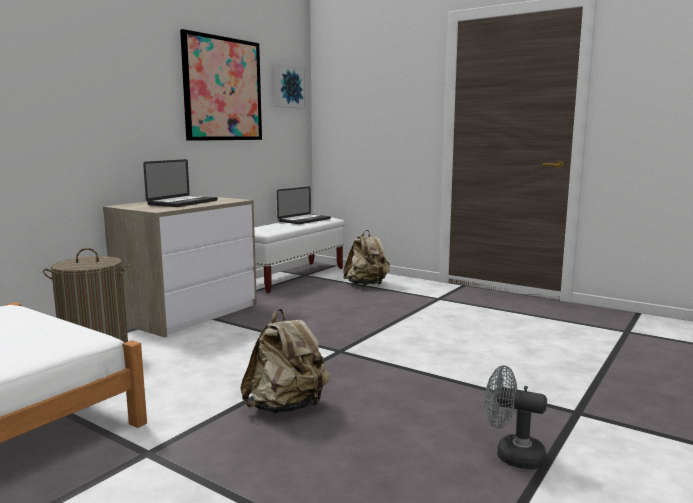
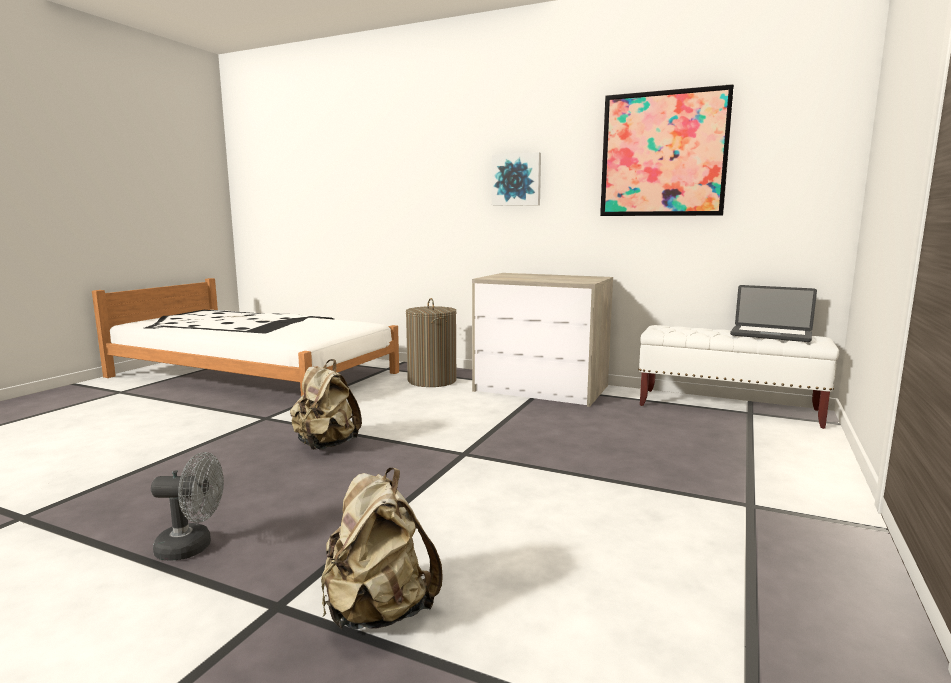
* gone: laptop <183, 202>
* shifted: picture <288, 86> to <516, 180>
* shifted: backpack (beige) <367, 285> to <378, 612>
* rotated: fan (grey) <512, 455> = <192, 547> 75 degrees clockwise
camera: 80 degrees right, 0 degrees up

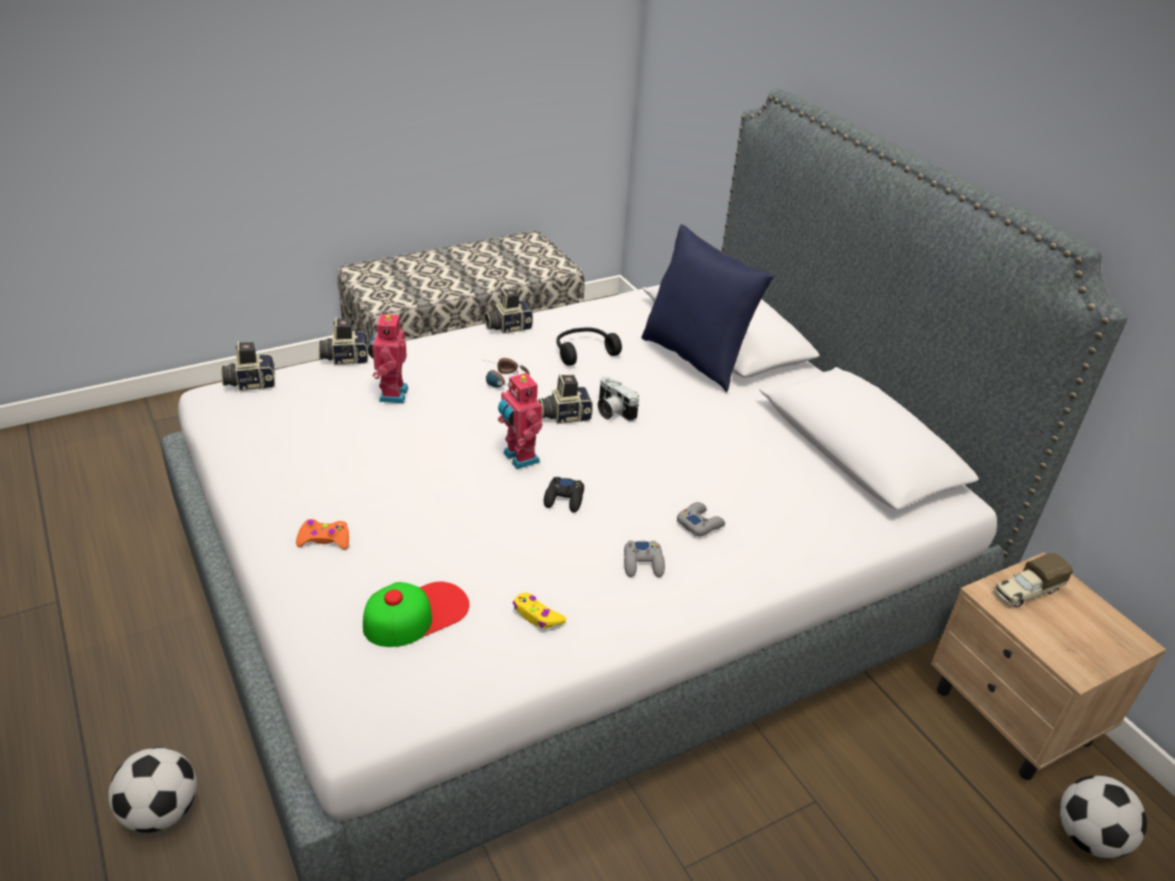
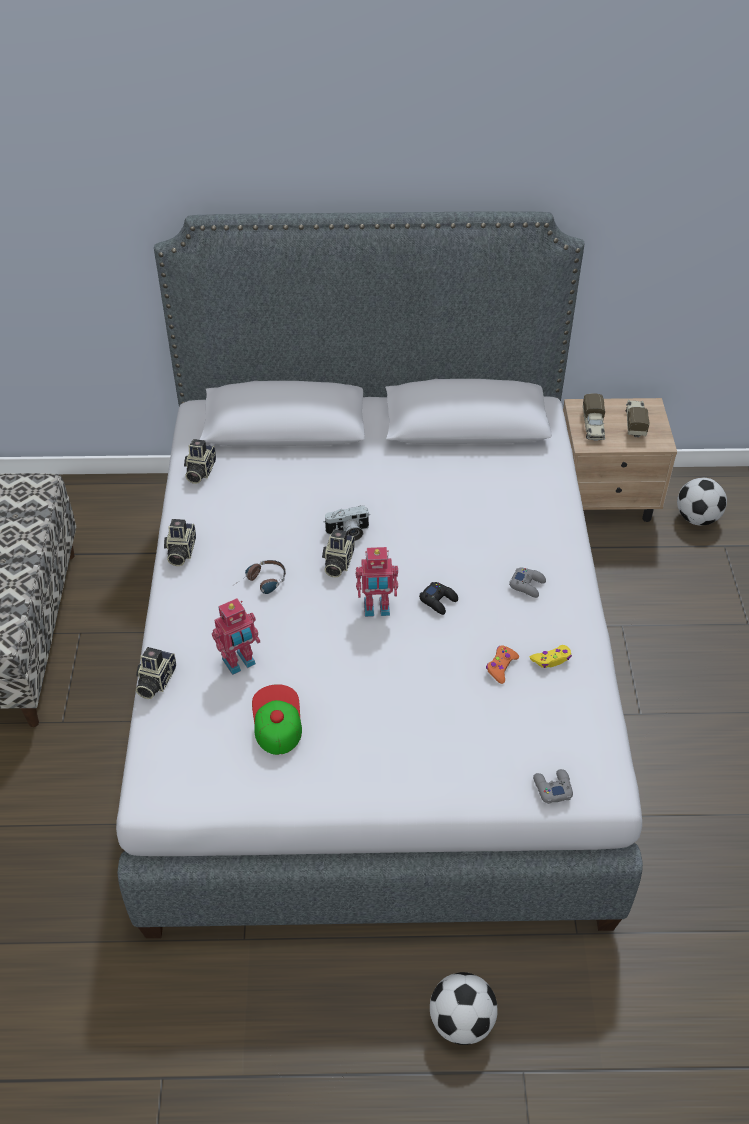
* gone: headphones (black) <584, 352>
* gone: pillow (blue) <695, 358>
* new: toy truck <635, 423>
* shifted: photo camera <250, 383> to <199, 471>
* shifted: game controller (orange) <324, 539> to <501, 667>
* shifted: cap <416, 614> to <276, 719>
* shifted: game controller (grey) <700, 523> to <552, 788>
* rotated: toy robot <391, 394> = <240, 663> 60 degrees counterclockwise
camera: 60 degrees left, 10 degrees up

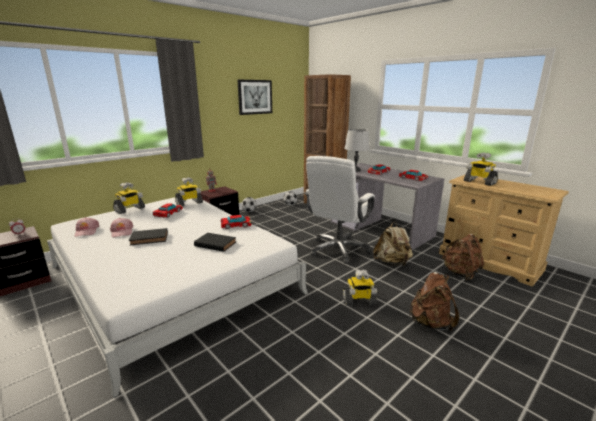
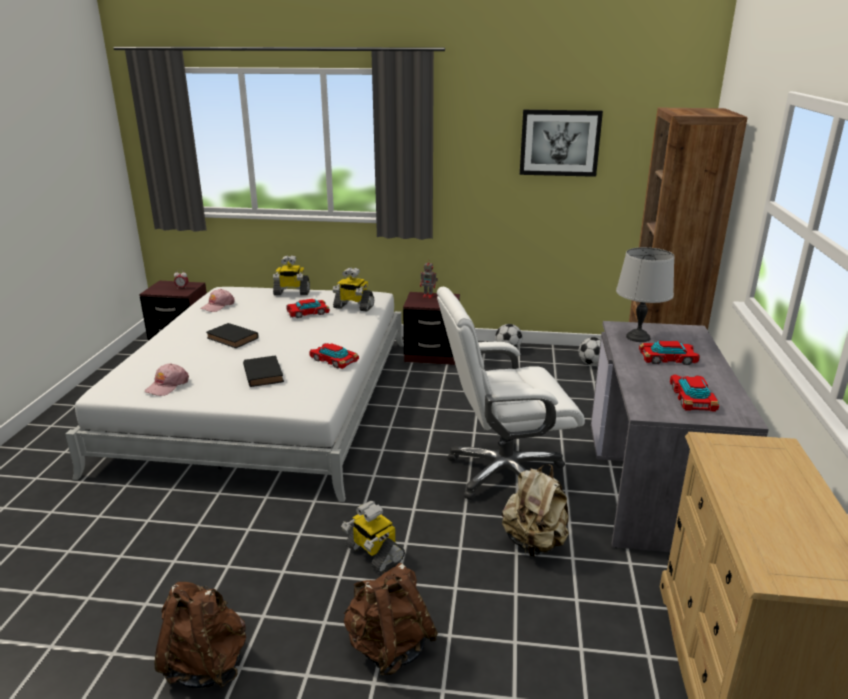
* gone: toy robot <479, 182>
* shifted: cap (pink) <122, 231> to <167, 385>
* shifted: backpack (brown) <460, 274> to <206, 664>
camera: 50 degrees right, 5 degrees up

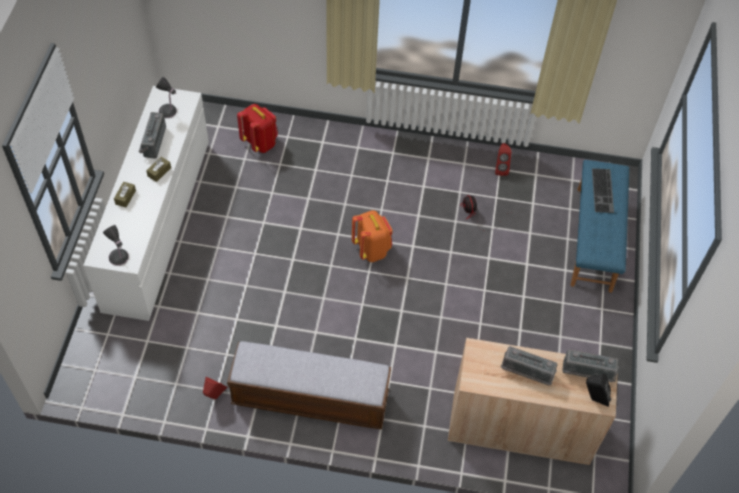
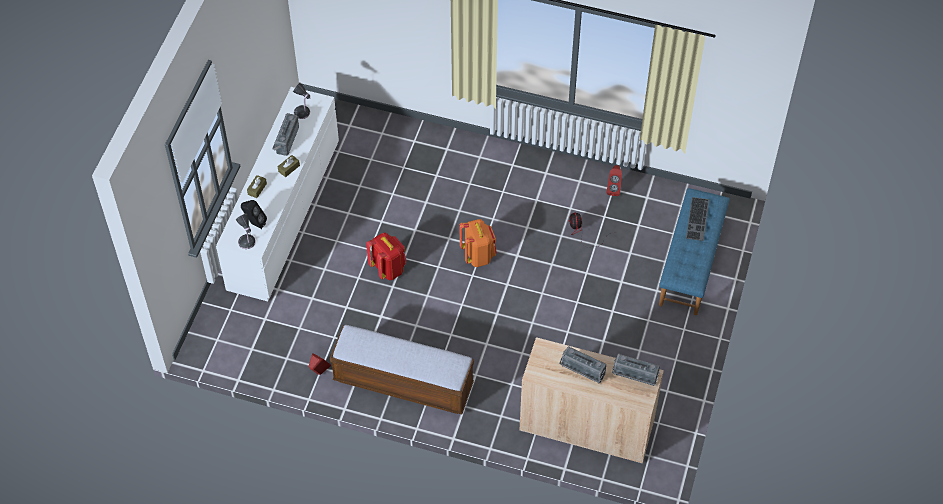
* shifted: backpack (red) <260, 142> to <388, 268>
* shifted: speaker (black) <594, 398> to <254, 223>
camera: 10 degrees right, 0 degrees up

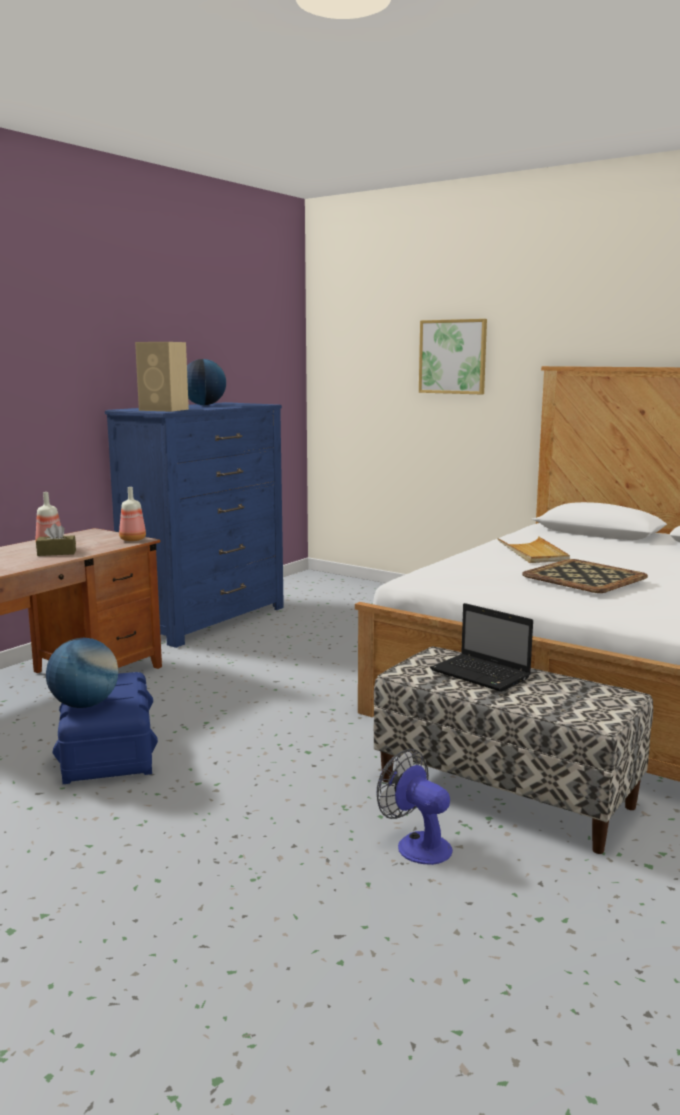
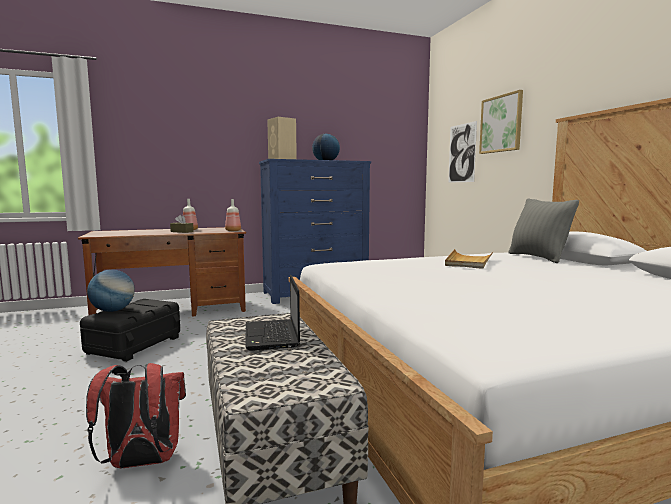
* gone: tray <584, 576>
* new: picture <462, 153>
* new: pillow (grey) <538, 257>
* swapped: fan <416, 844> to backpack (red) <141, 463>
* repainted: storage box (blue) <107, 753> to storage box (black) <134, 345>
camera: 35 degrees right, 5 degrees down

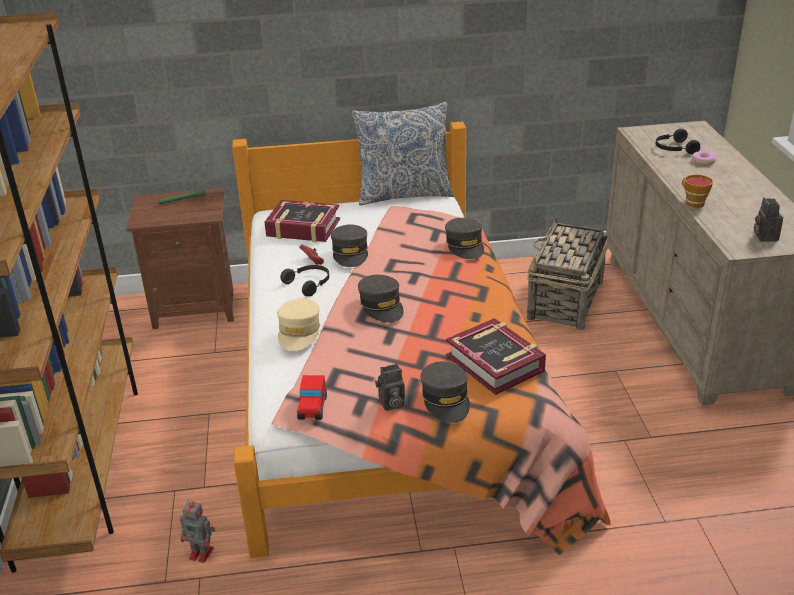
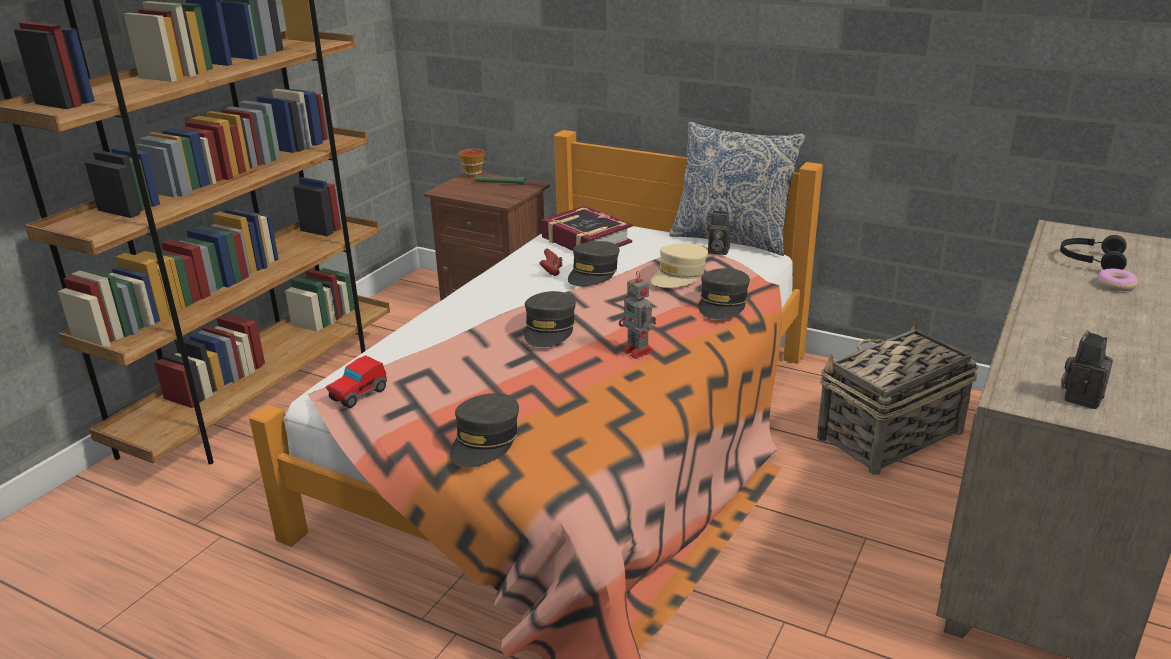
* gone: headphones (black) <309, 284>
* gone: book <495, 363>
* shifted: toy robot <202, 553> to <638, 351>
* shifted: cap (beige) <299, 332> to <679, 275>
* shifted: photo camera <391, 404> to <717, 251>
* shifted: cup <692, 203> to <473, 174>
camera: 35 degrees right, 5 degrees down

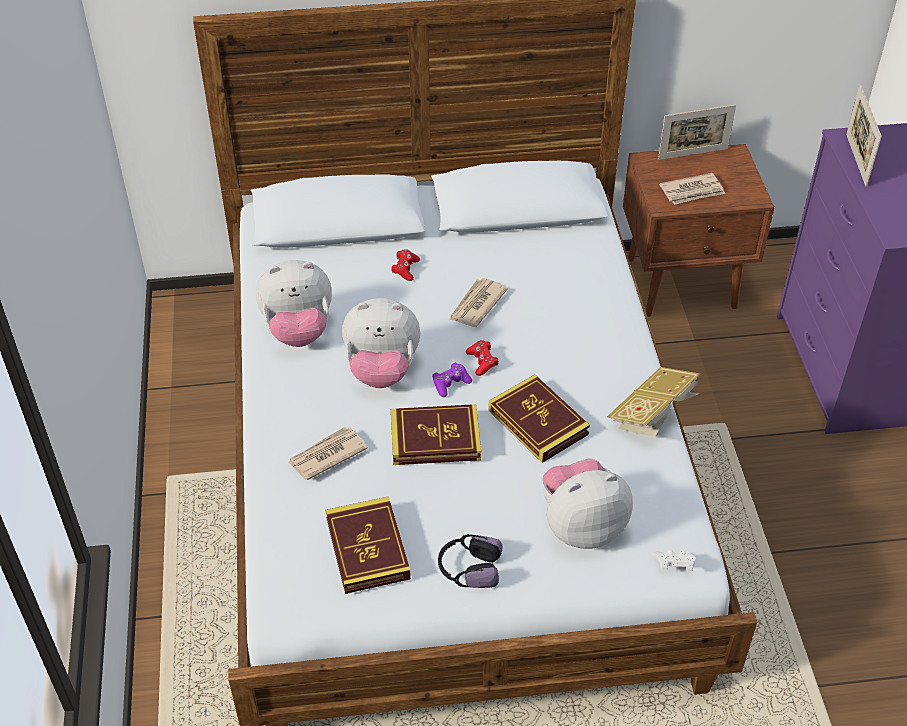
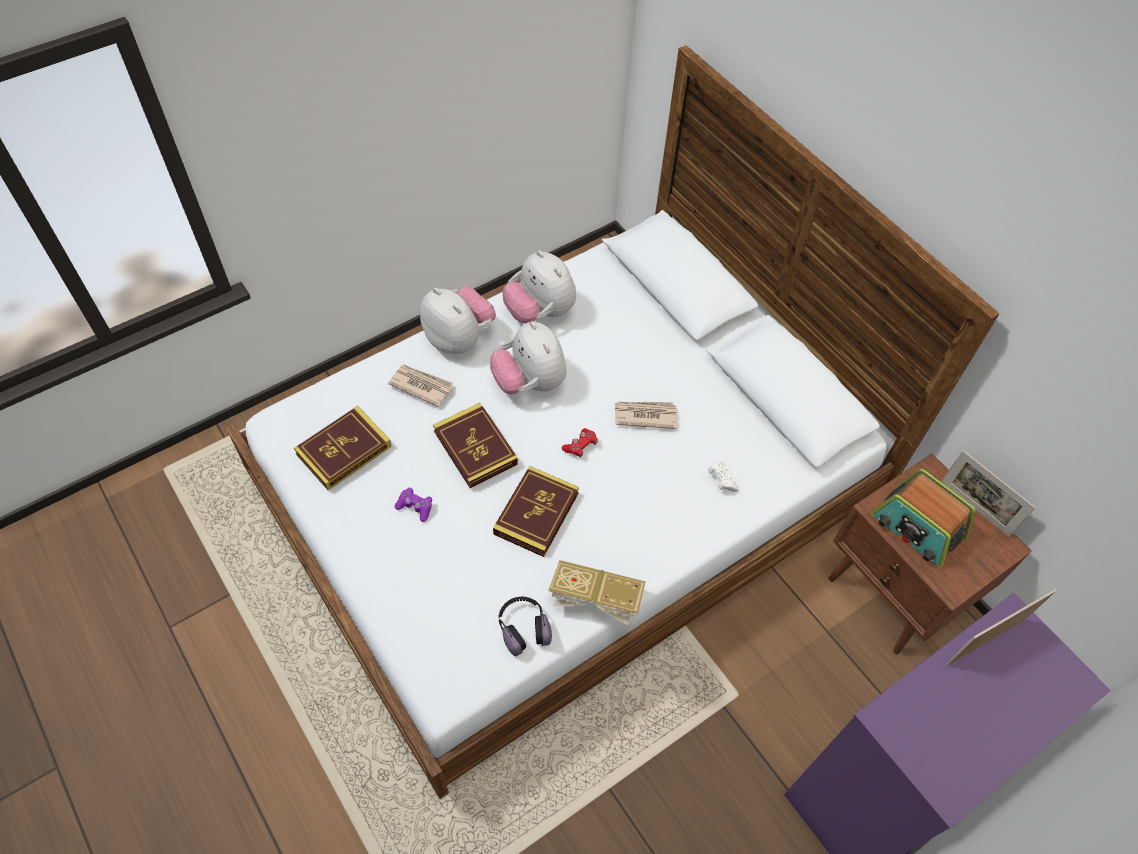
* gone: game controller (red) <405, 269>
* shifted: game controller (purple) <450, 383> to <415, 507>
* shifted: headphones <469, 569> to <523, 628>
* shifted: plush toy <581, 526> to <459, 338>
* shifted: game controller (white) <674, 565> to <721, 480>
* swapped: newspaper <692, 191> to radio <917, 527>
camera: 60 degrees right, 10 degrees up

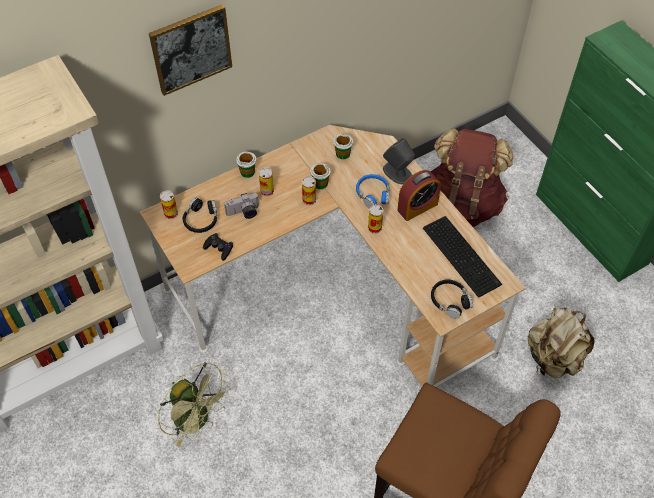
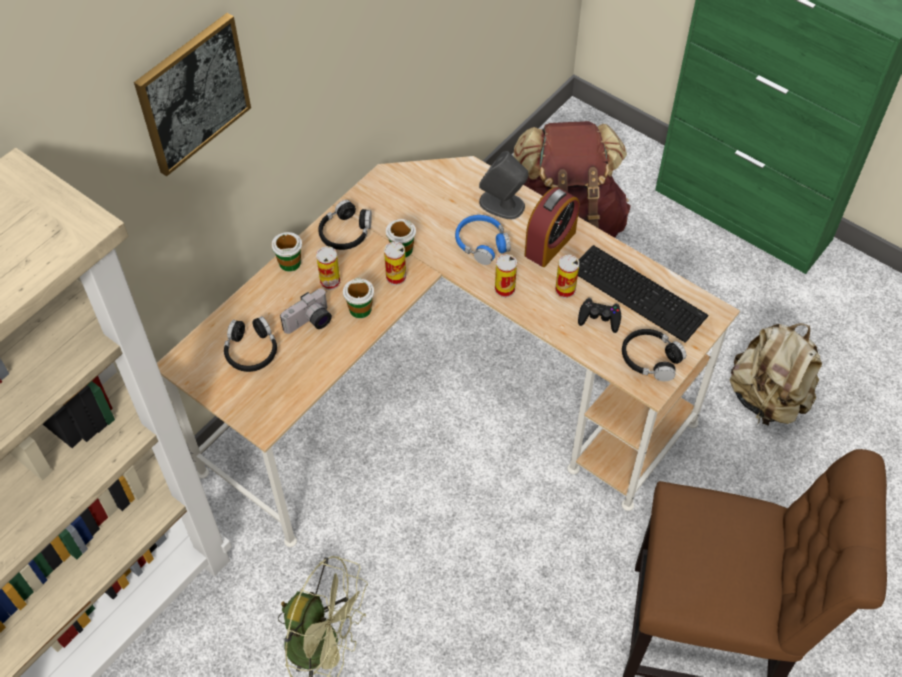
* new: headphones (black) <346, 232>
* shifted: can <171, 213> to <565, 290>
* shifted: game controller (black) <219, 248> to <599, 318>
* shifted: cup <342, 154> to <360, 309>
camera: 20 degrees left, 0 degrees up

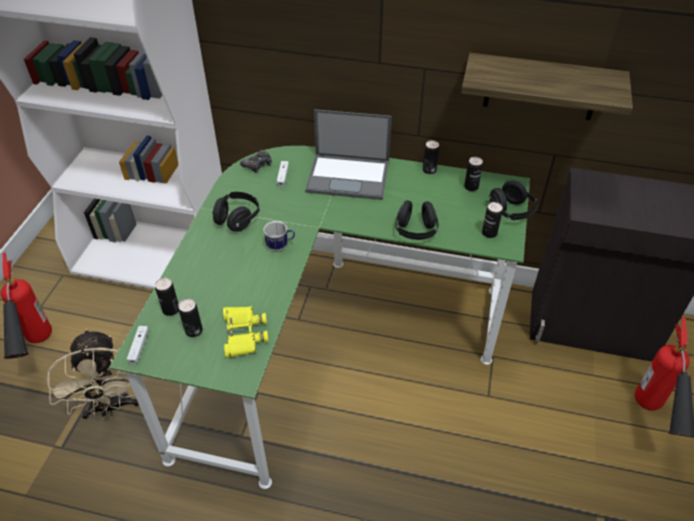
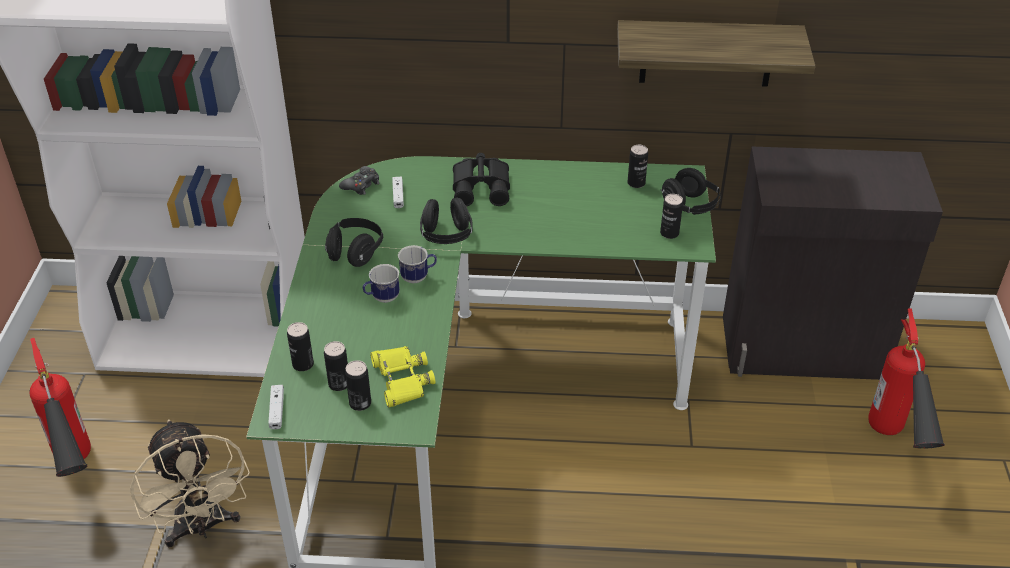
* new: mug <382, 298>
* shifted: headphones (black) <415, 231> to <446, 236>
* shifted: can <429, 170> to <360, 403>
* swapped: laptop <349, 176> to binoculars (black) <482, 187>
camera: 10 degrees left, 5 degrees down

